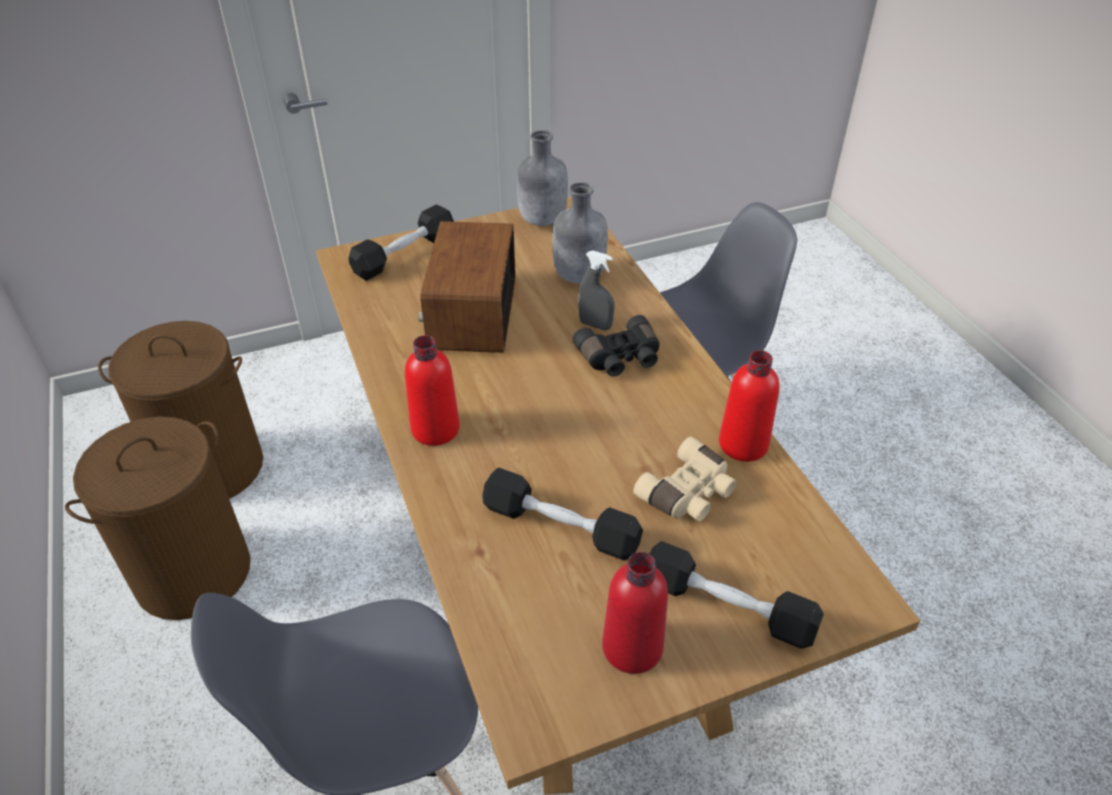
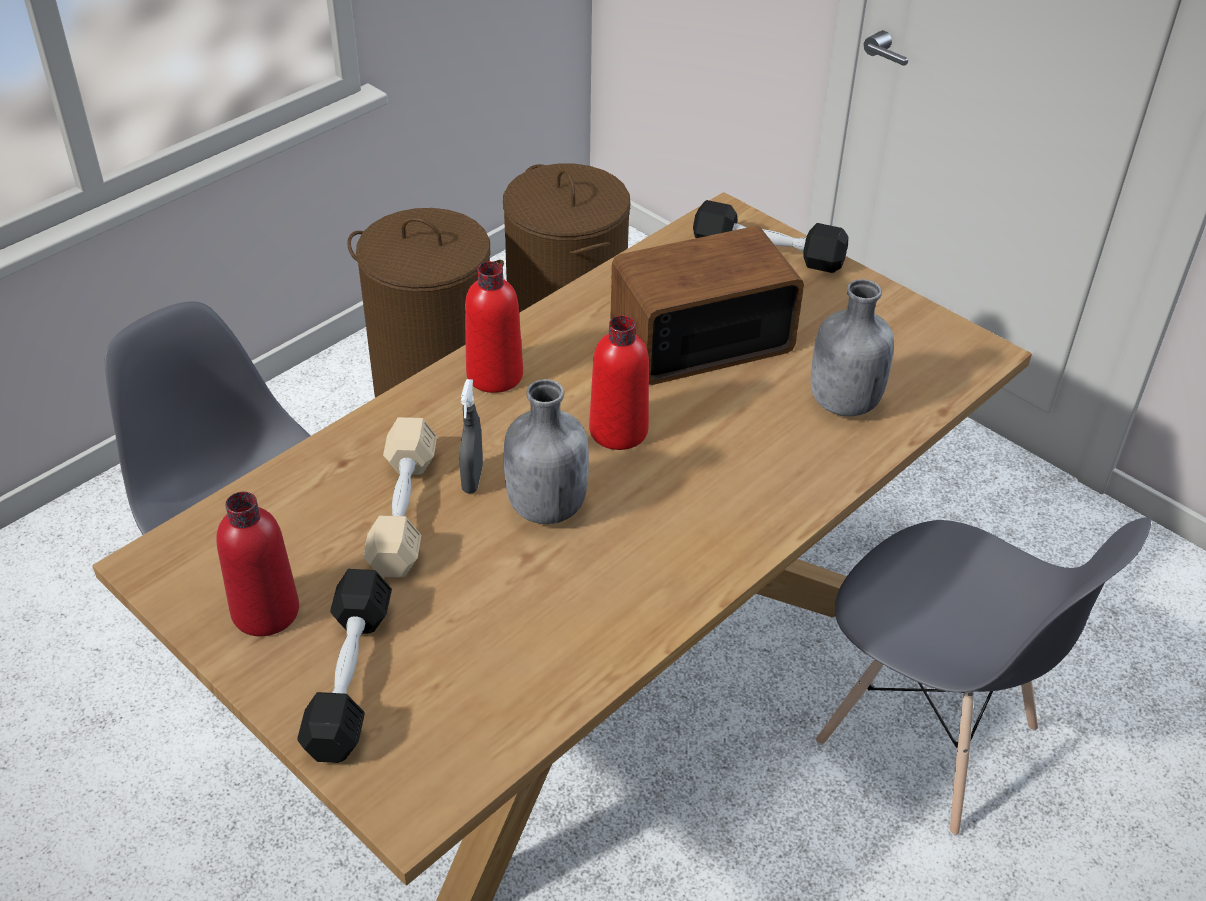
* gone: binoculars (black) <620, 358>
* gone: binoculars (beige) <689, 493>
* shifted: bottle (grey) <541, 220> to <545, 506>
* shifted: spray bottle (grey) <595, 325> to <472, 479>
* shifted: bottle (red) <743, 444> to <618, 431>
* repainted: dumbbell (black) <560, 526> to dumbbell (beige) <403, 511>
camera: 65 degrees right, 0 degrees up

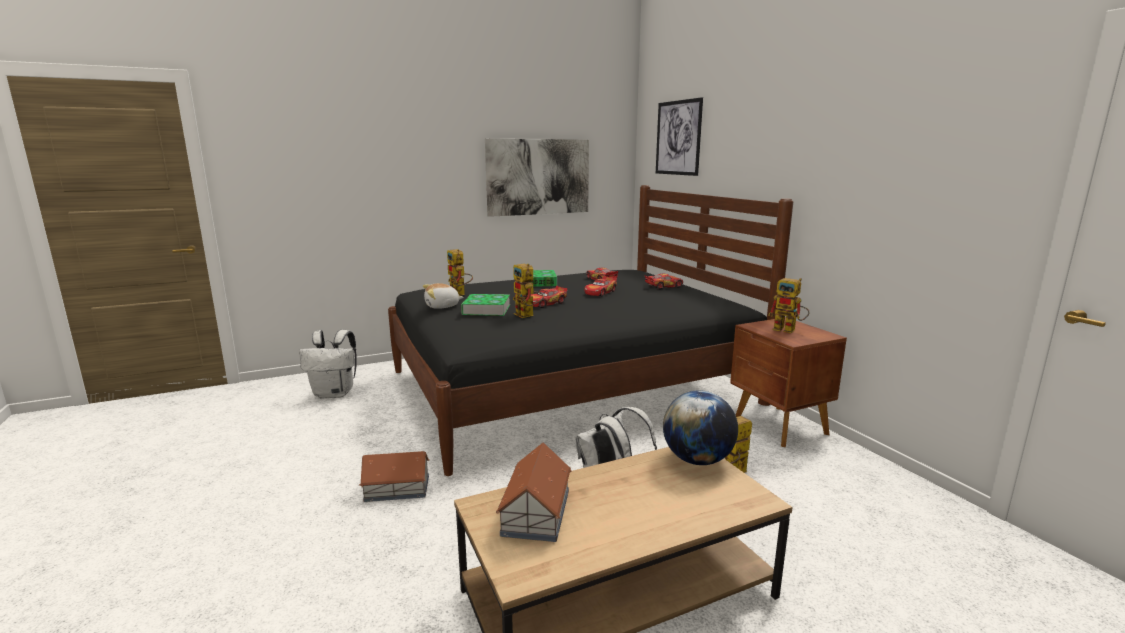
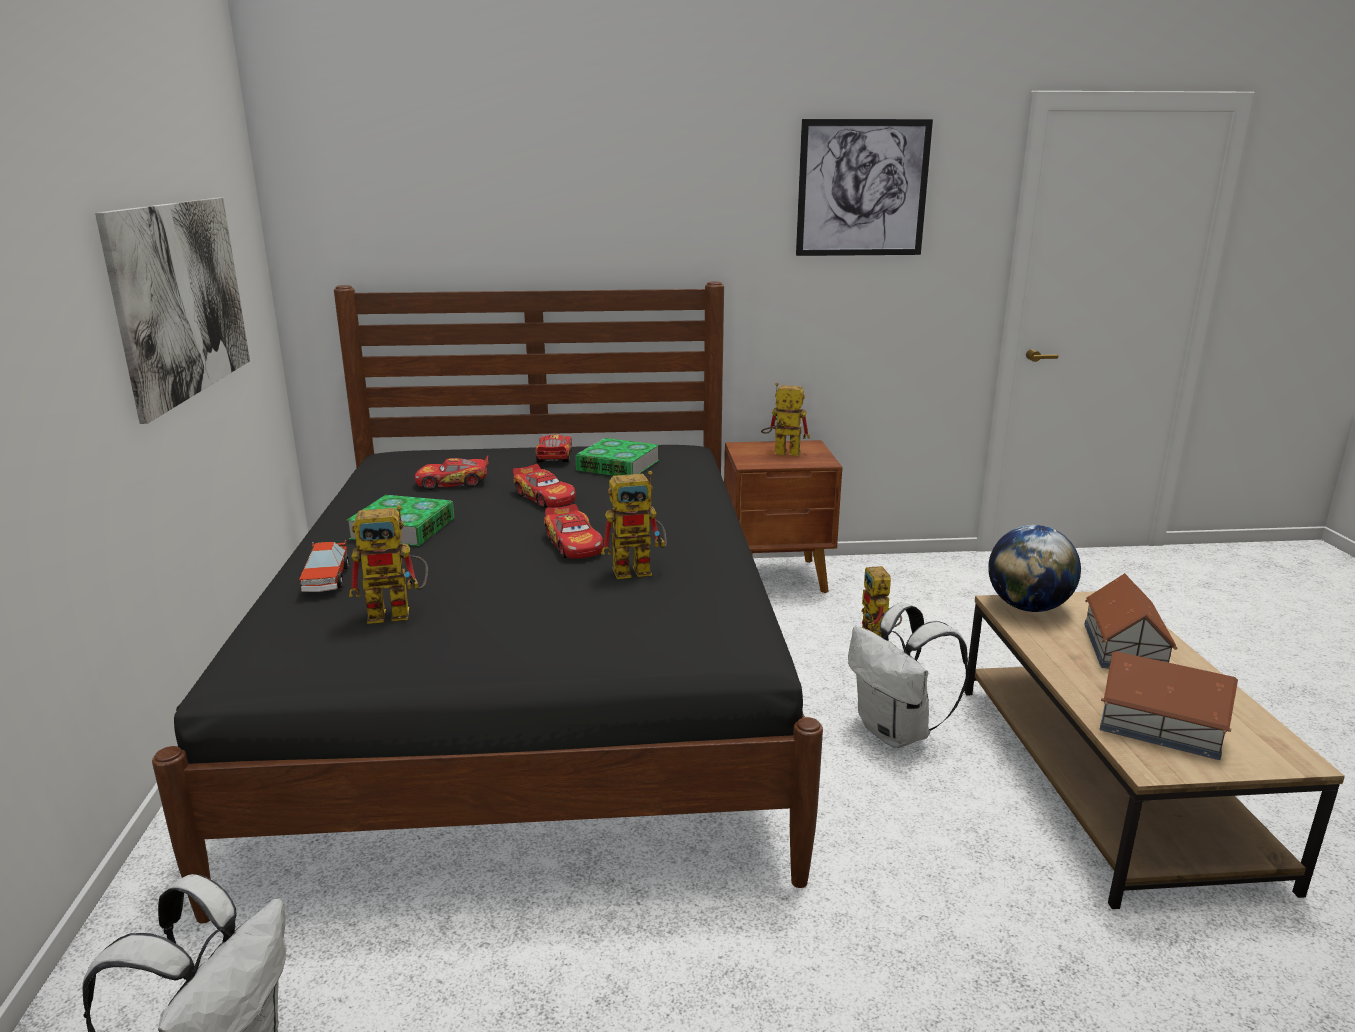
* gone: plush toy <442, 306>
* new: toy car <326, 580>
* shifted: toy house <398, 488> to <1124, 647>
* shifted: book <486, 309> to <618, 465>
* shifted: picture <678, 138> to <862, 188>
* rotated: toy robot <789, 330> = <781, 453> 135 degrees counterclockwise
camera: 70 degrees left, 5 degrees up

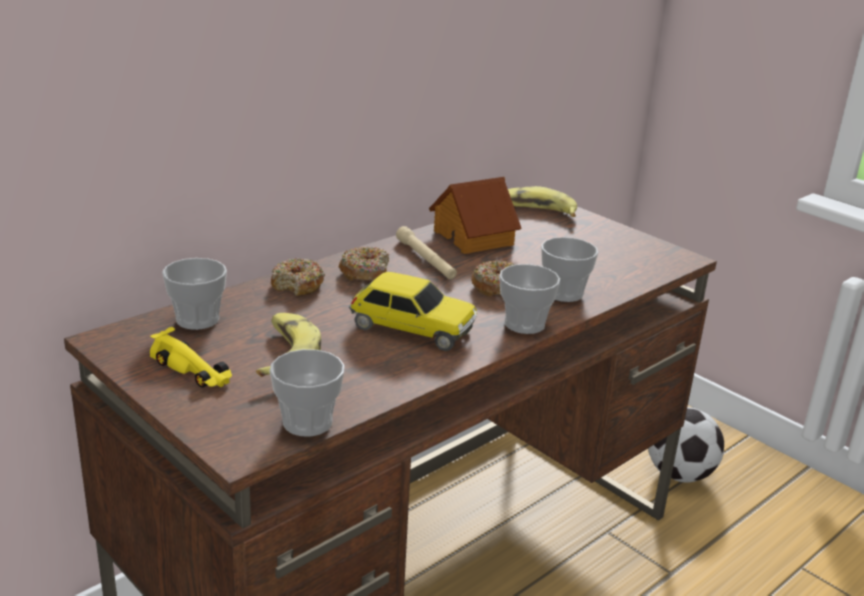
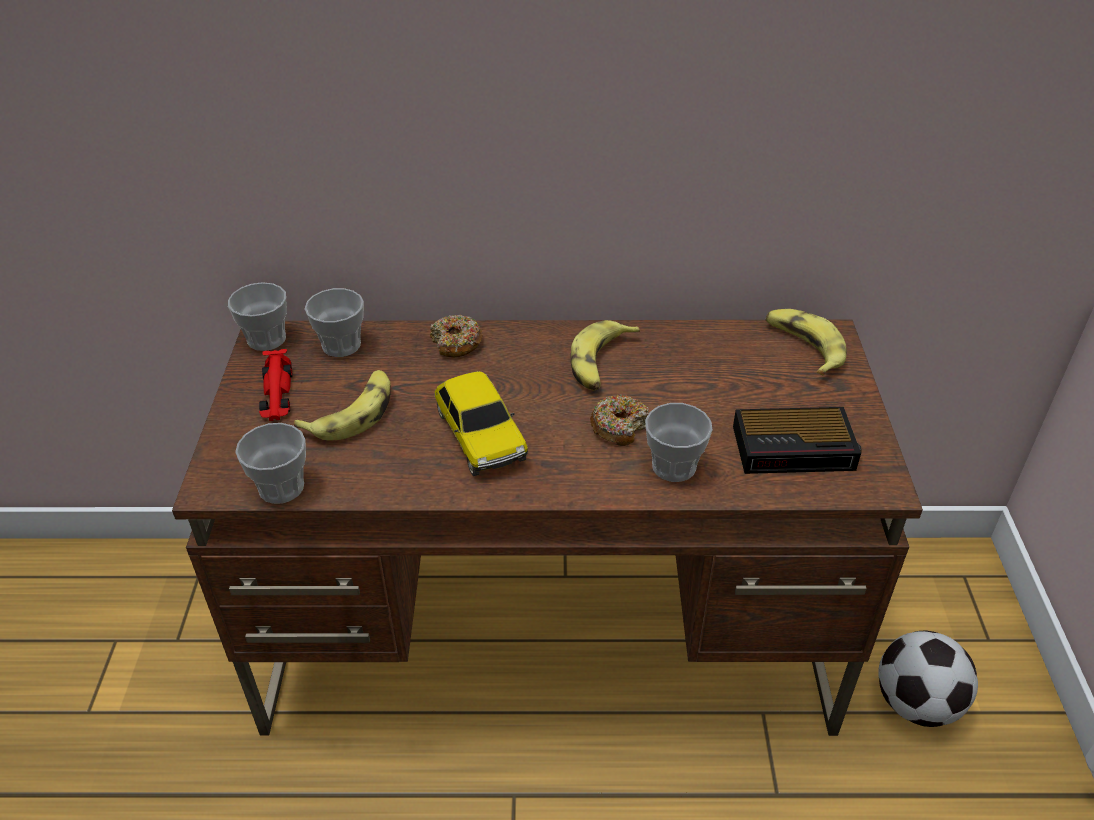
* gone: donut <365, 273>
* gone: toy house <474, 237>
* new: alarm clock <796, 448>
* shifted: cup <524, 324> to <266, 339>
* swapped: flashlight (beige) <426, 260> to banana <601, 363>
* repainted: toy car (yellow) <192, 370> to toy car (red) <277, 394>
camera: 45 degrees right, 15 degrees up

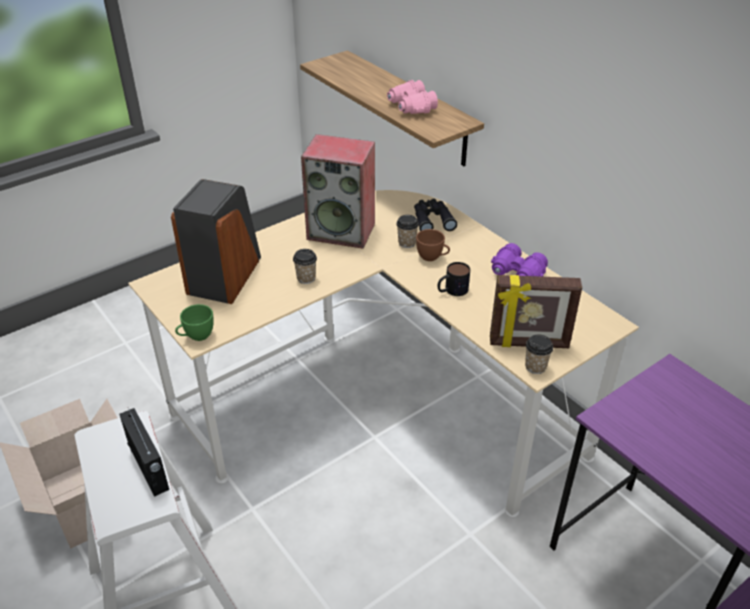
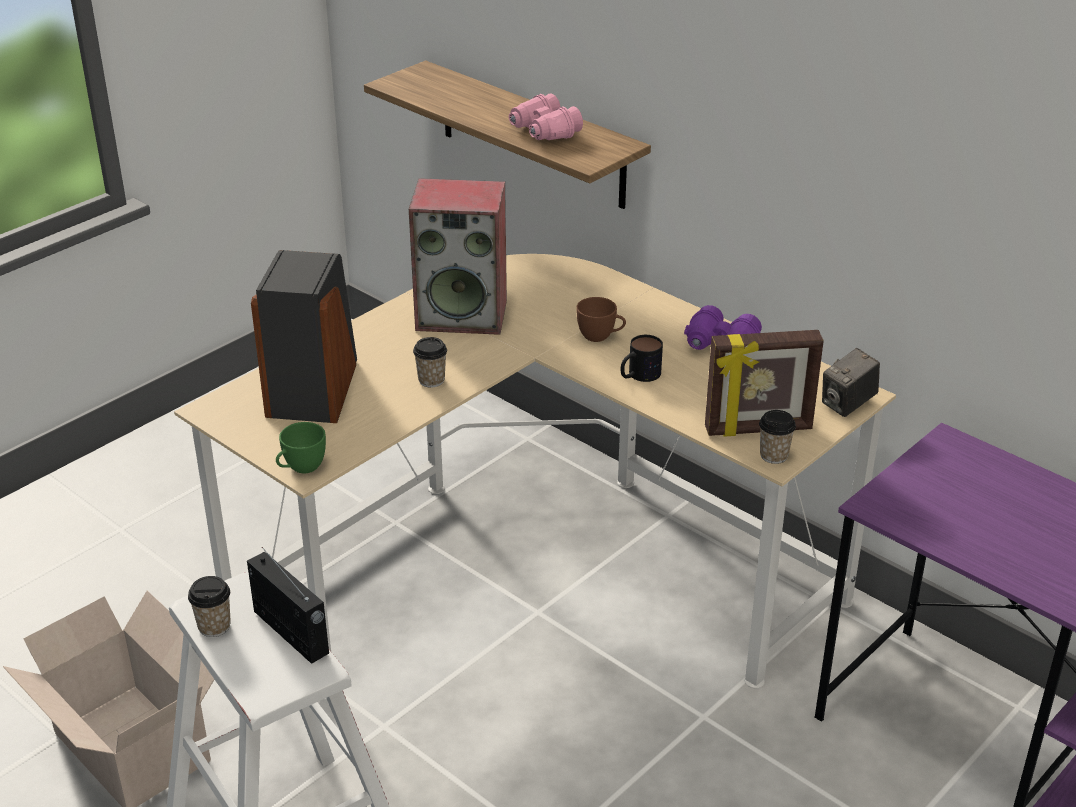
* gone: binoculars (black) <432, 220>
* new: photo camera <847, 404>
* shifted: cup <407, 243> to <214, 626>
camera: 10 degrees left, 5 degrees down

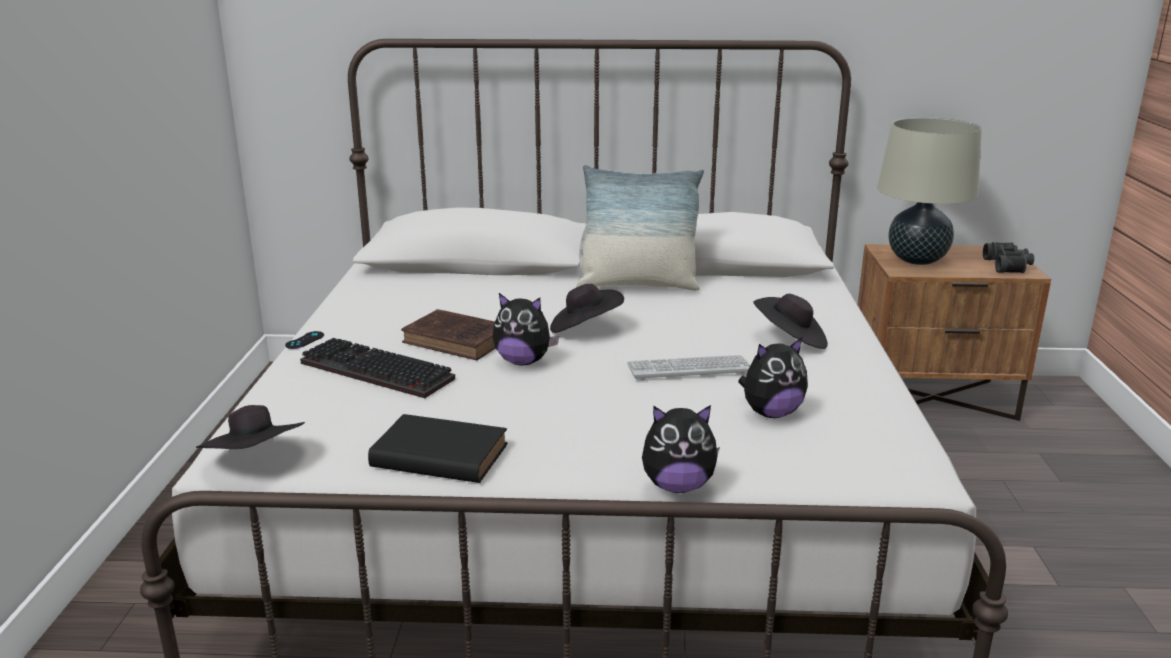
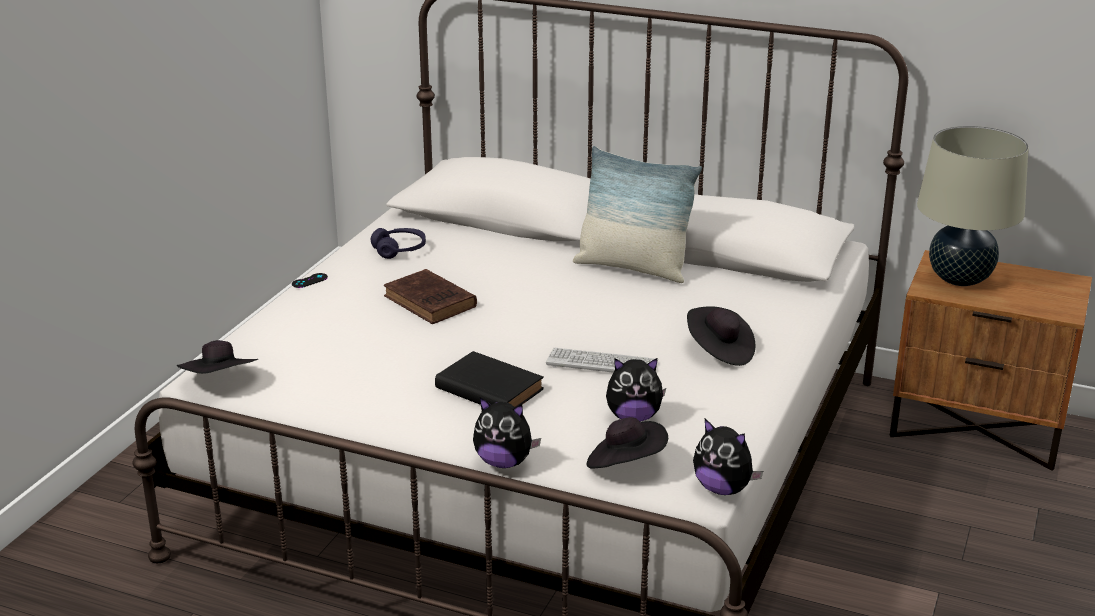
* gone: keyboard <372, 372>
* gone: binoculars (black) <1008, 266>
* new: headphones (purple) <399, 250>
* shifted: book (black) <436, 455> to <487, 388>
* shifted: plush toy <523, 361> to <723, 489>
* shifted: hat (black) <585, 328> to <625, 464>
camera: 20 degrees right, 5 degrees up

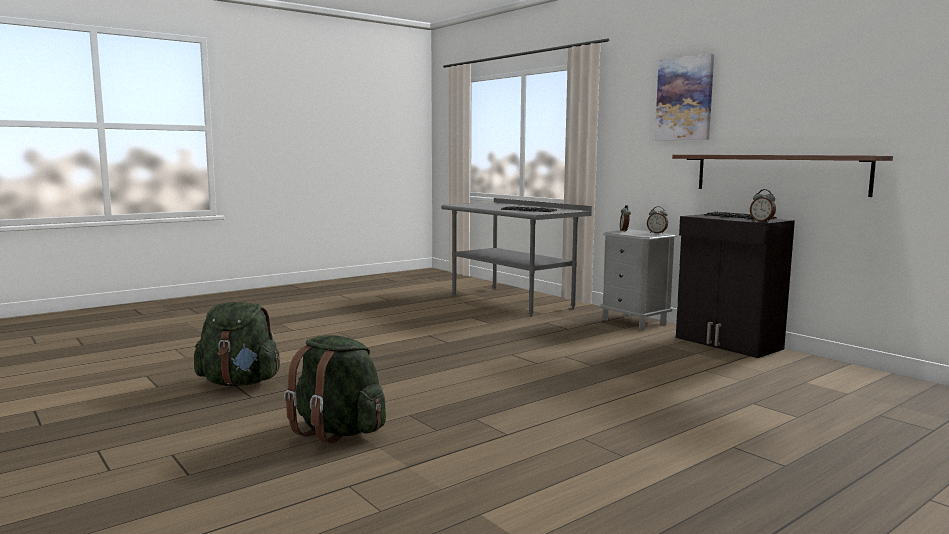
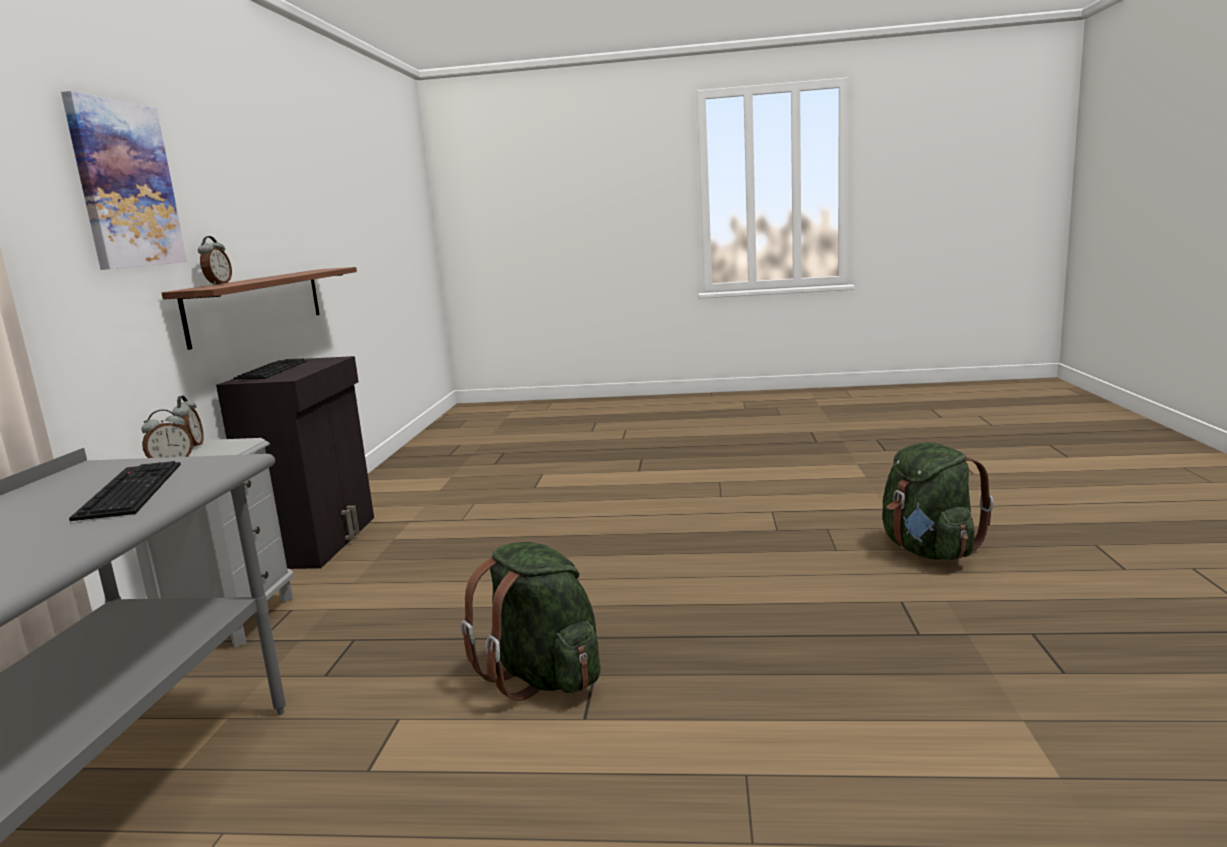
* shifted: backpack (green) <240, 382> to <543, 676>
* shifted: alarm clock <762, 221> to <218, 284>
camera: 135 degrees left, 5 degrees up

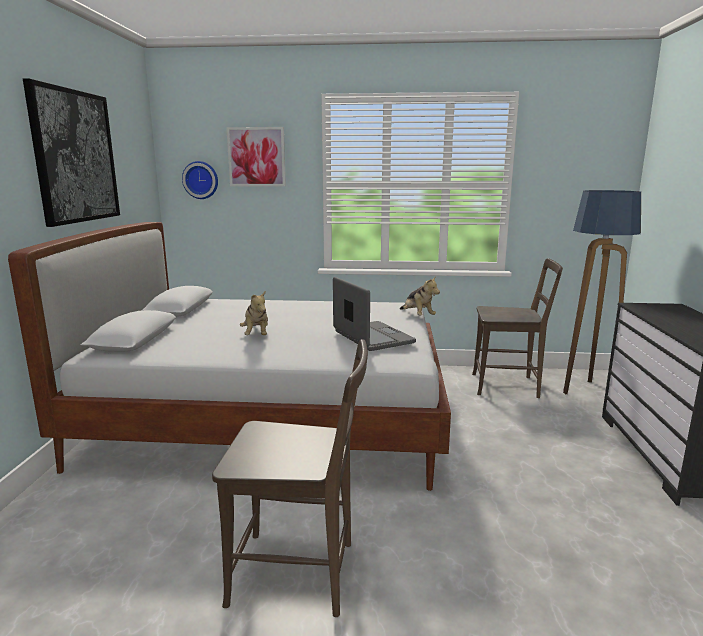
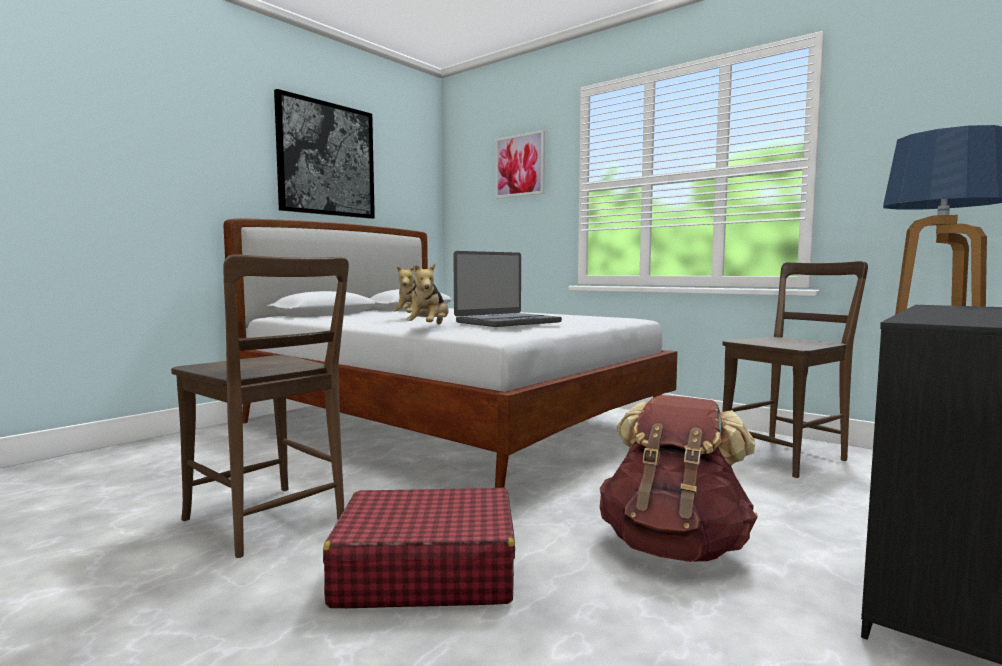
* gone: wall clock <201, 180>
* new: suitcase (red) <425, 571>
* new: backpack (brown) <674, 547>
* shifted: plush toy <417, 316> to <429, 328>
* rotated: laptop <372, 337> = <507, 322> 45 degrees clockwise
* rotated: chair (brown) <509, 386> = <786, 456> 75 degrees counterclockwise
camera: 35 degrees right, 10 degrees down

